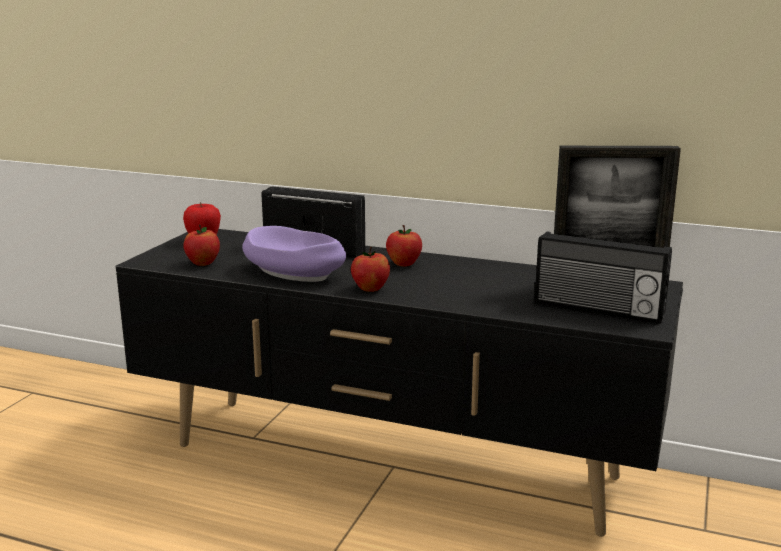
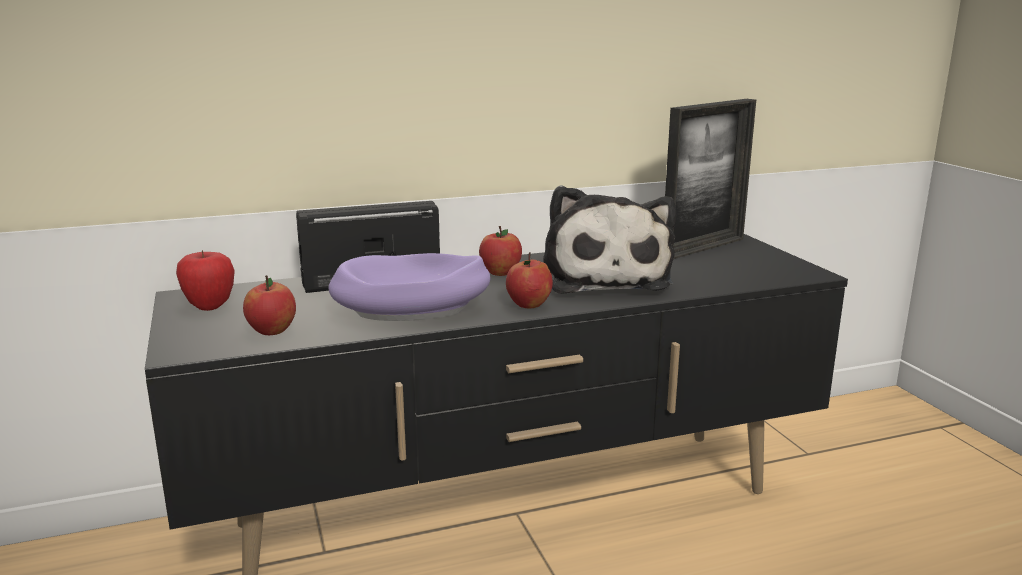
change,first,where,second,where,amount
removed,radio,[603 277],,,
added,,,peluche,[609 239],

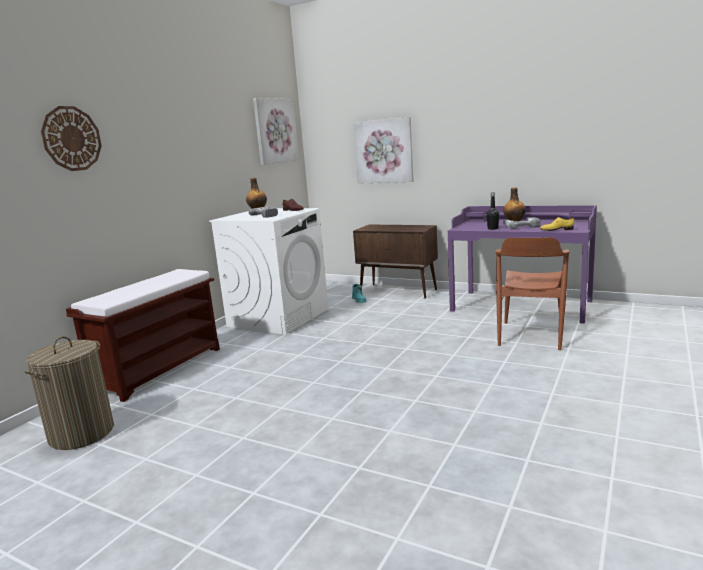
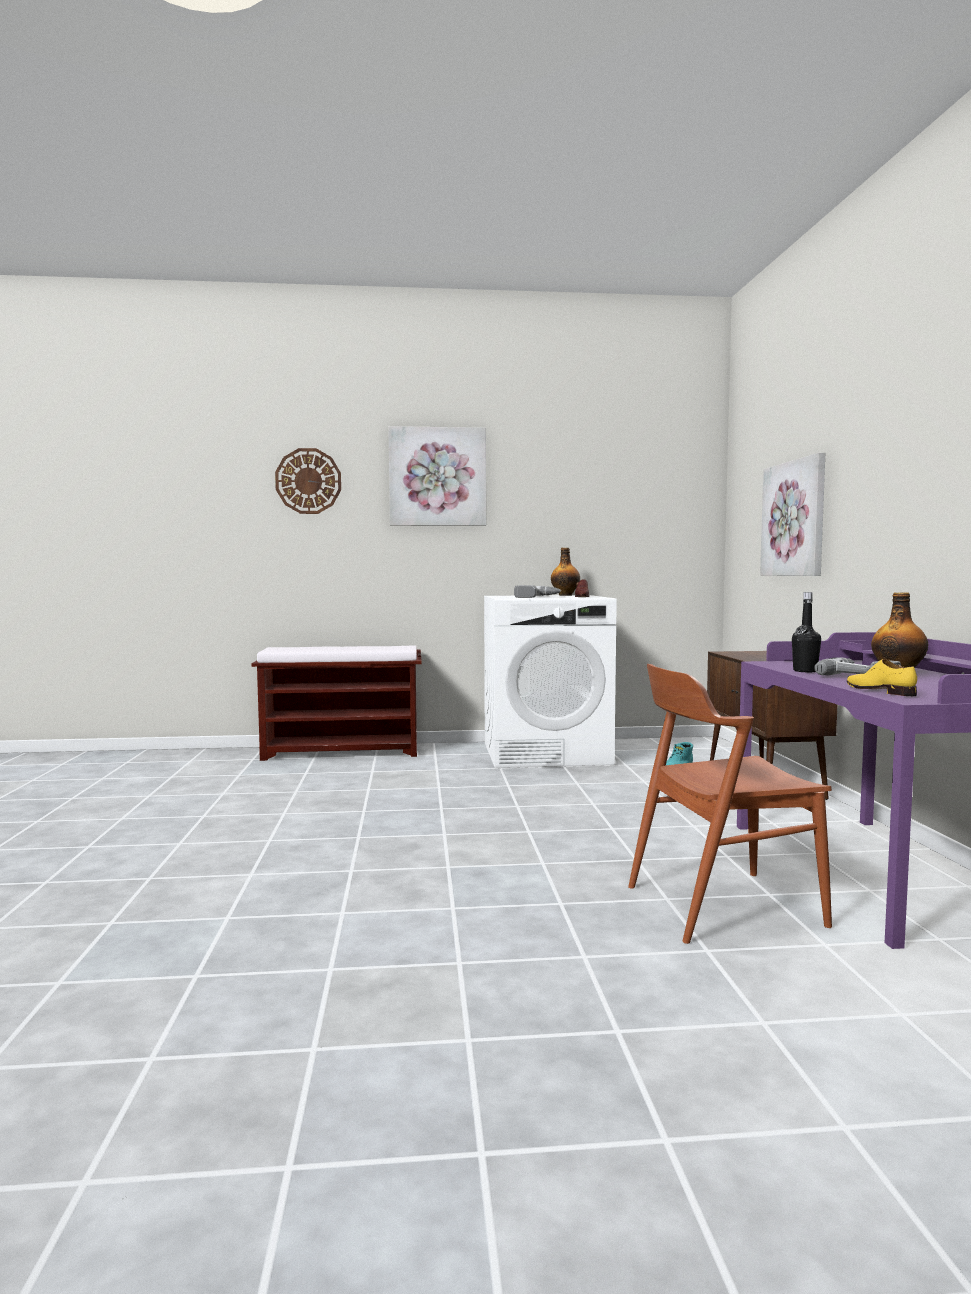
change,first,where,second,where,amount
removed,panier à linge,[69 393],,,
moved,tableau,[276 131],,[437 476],

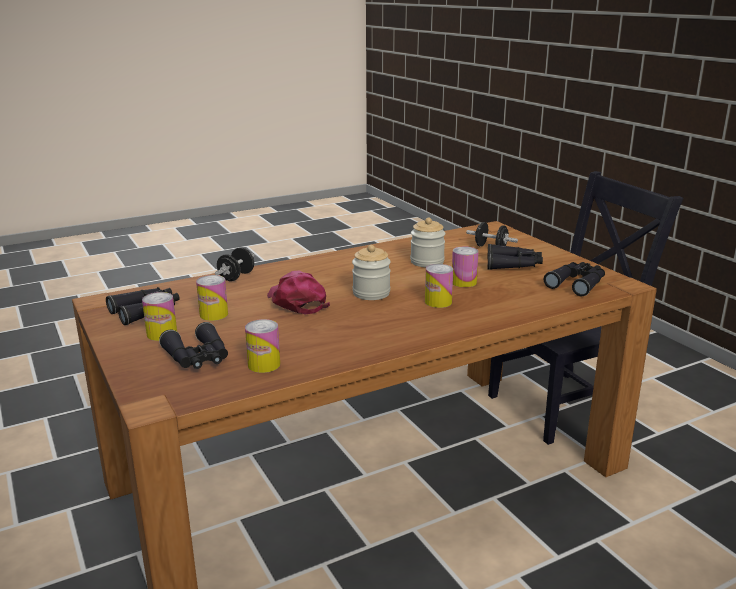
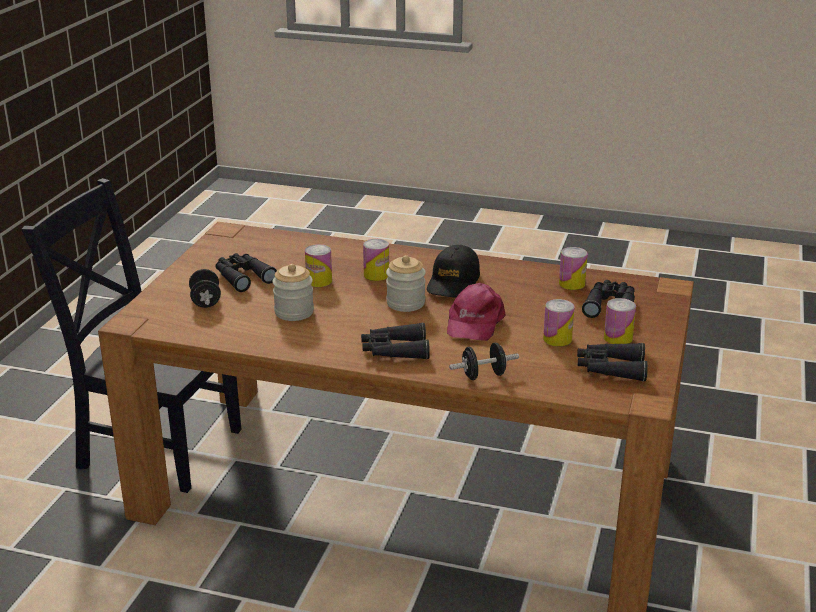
change,first,where,second,where,amount
added,,,casquette [noir],[453 271],
moved,jumelles [noir],[574 279],,[395 341],

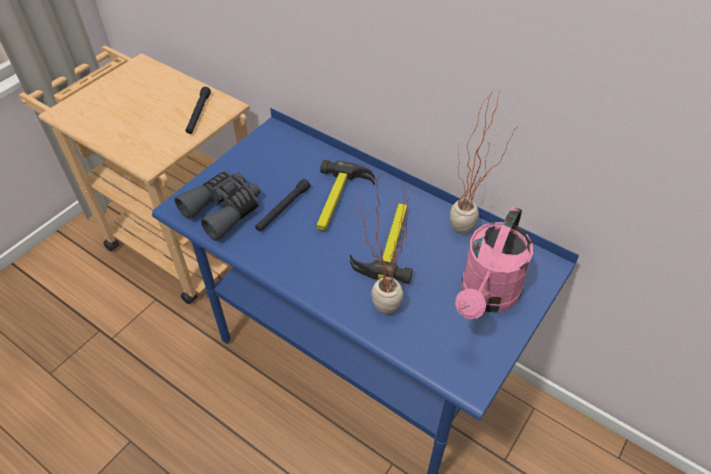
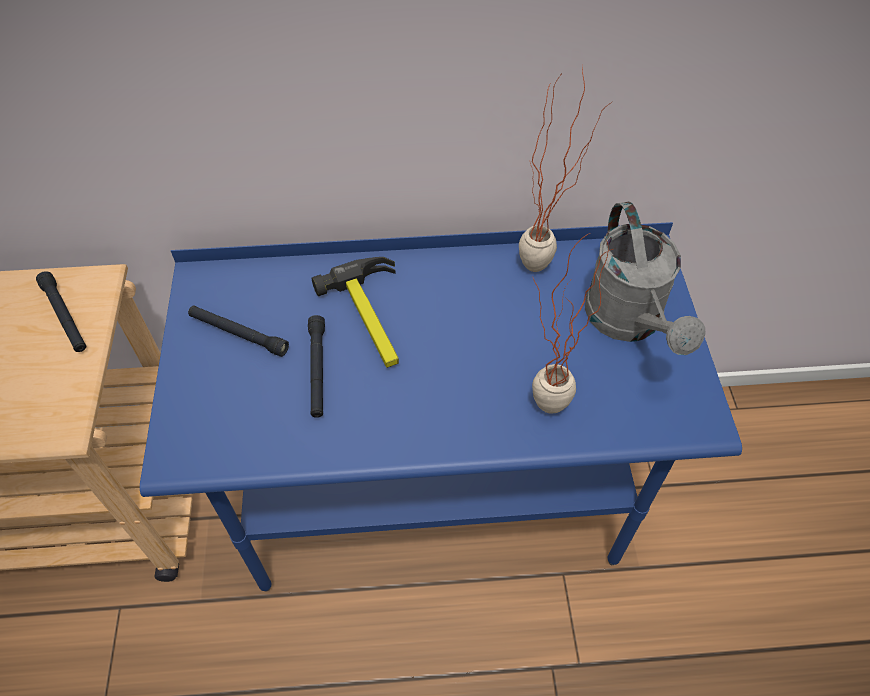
change,first,where,second,where,amount
removed,jumelles [gris],[217 206],,,
removed,marteau,[381 244],,,
added,,,lampe de poche [noir],[238 331],
recoloured,arrosoir [rose],[494 262],arrosoir [gris],[645 278],

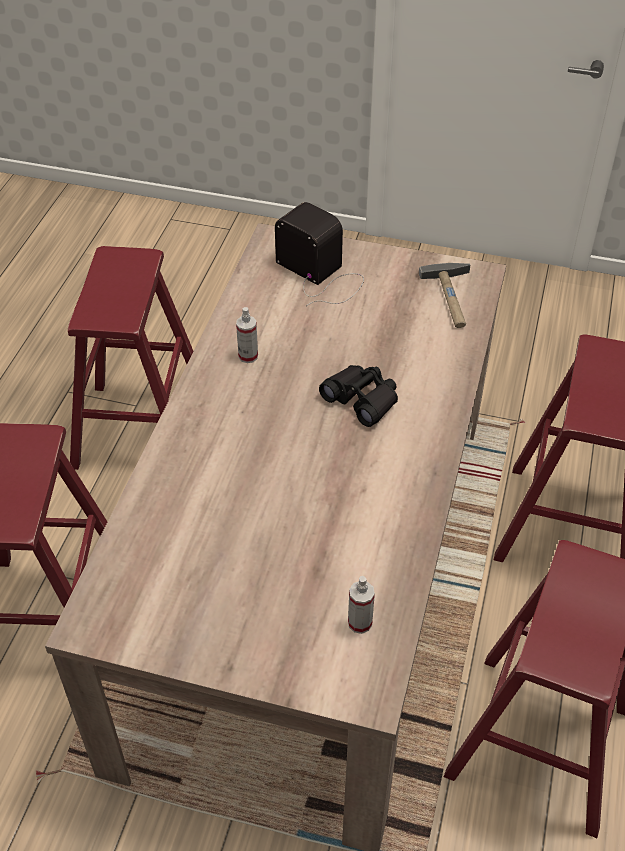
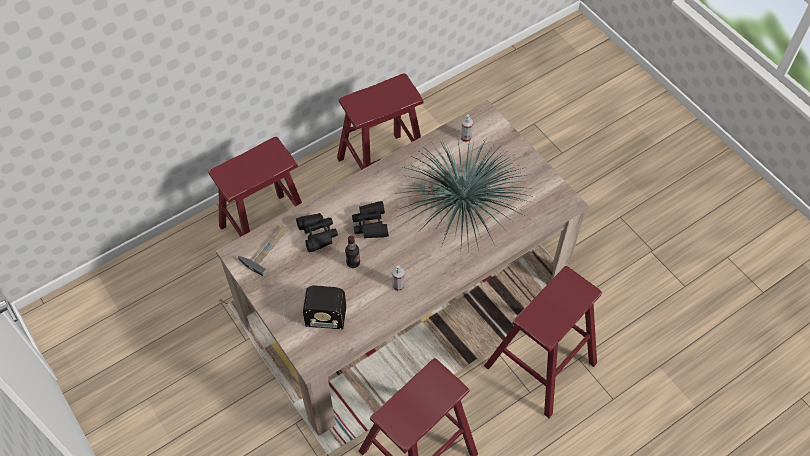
change,first,where,second,where,amount
added,,,jumelles [noir],[317 233],
added,,,bouteille,[352 252],
added,,,plante en pot,[466 195],
turned,radio,[319 254],,[314 307],75 degrees counterclockwise

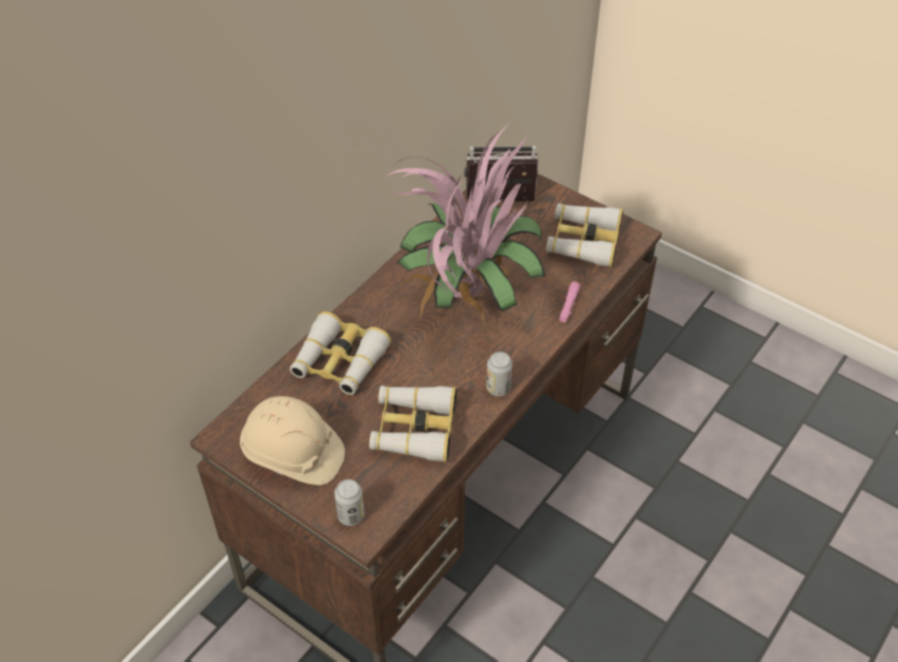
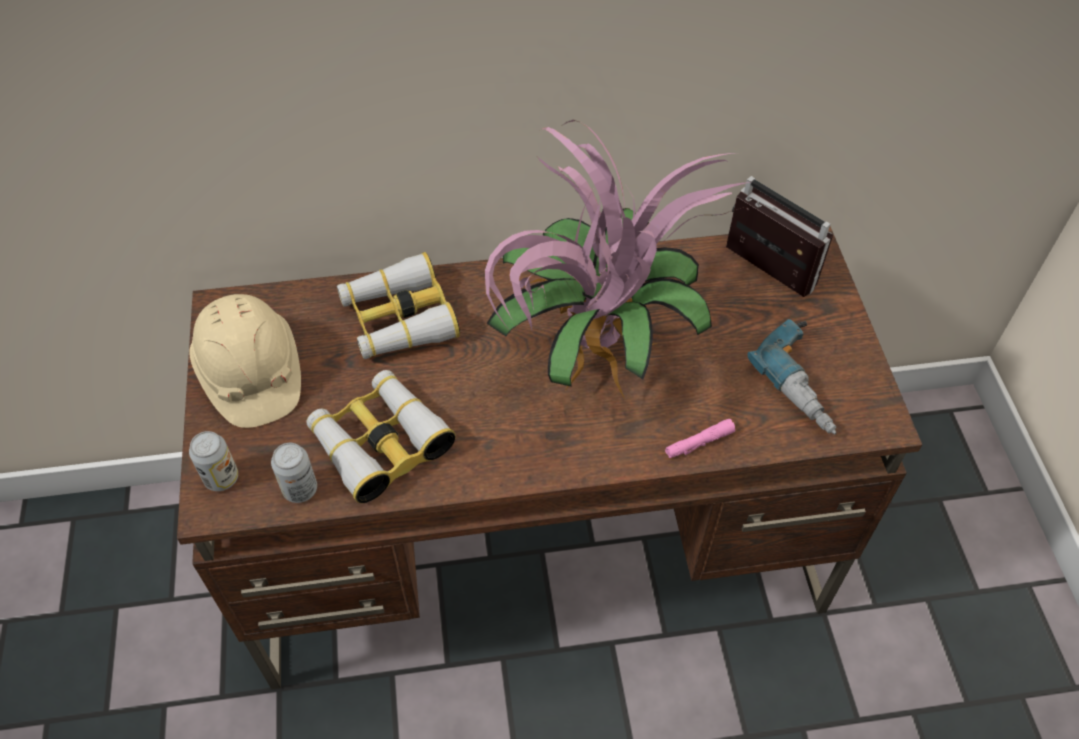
change,first,where,second,where,amount
moved,boîte métallique,[499 374],,[294 473],
replaced,jumelles,[584 235],perceuse,[792 377],

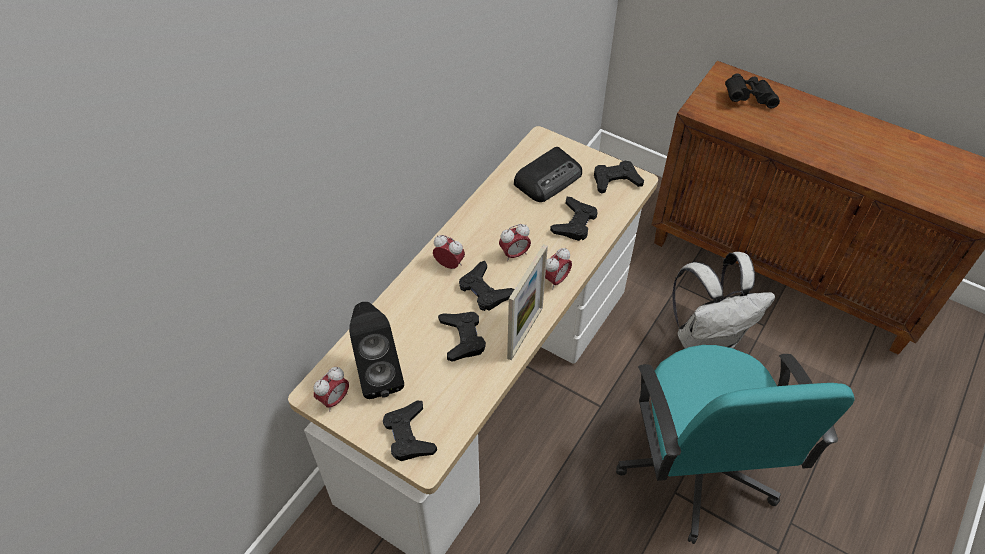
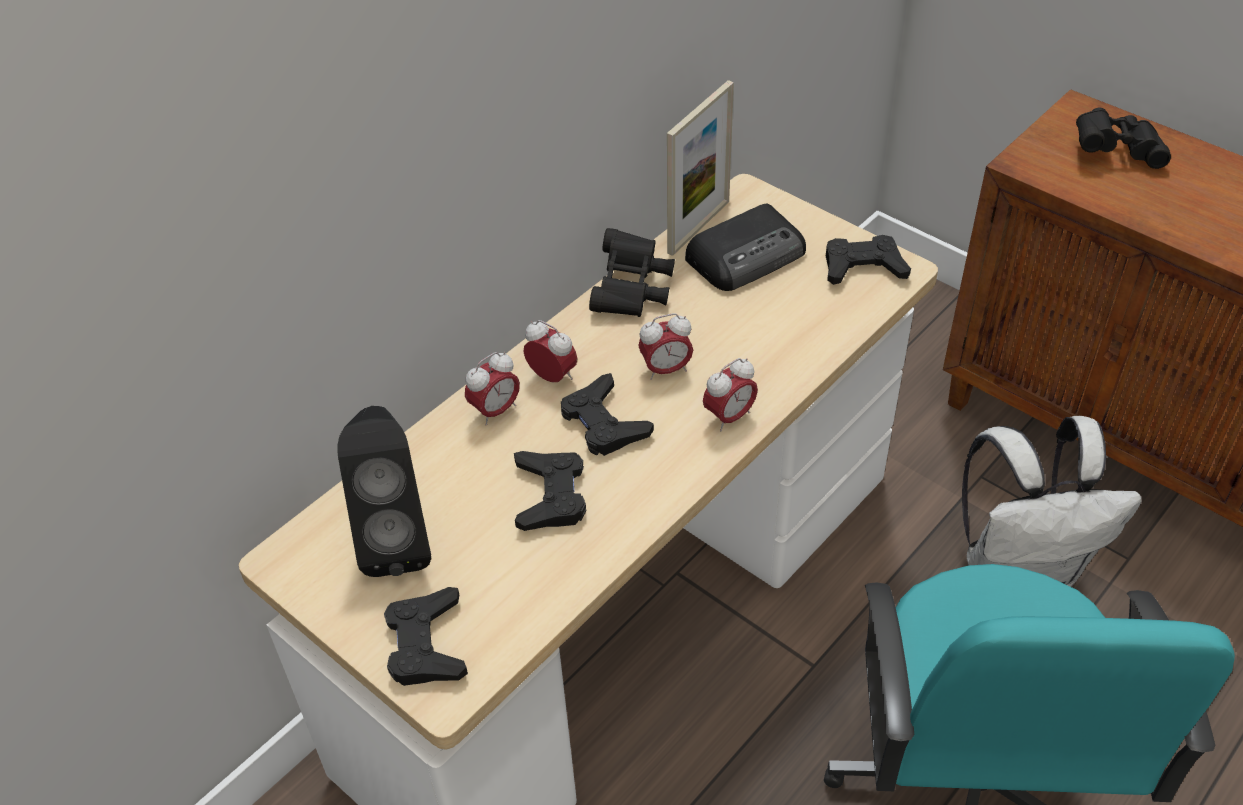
change,first,where,second,where,amount
removed,manette [noir],[574 219],,,
added,,,jumelles [noir],[632 272],
moved,réveil,[331 389],,[492 388],
moved,cadre photo,[527 302],,[700 168],

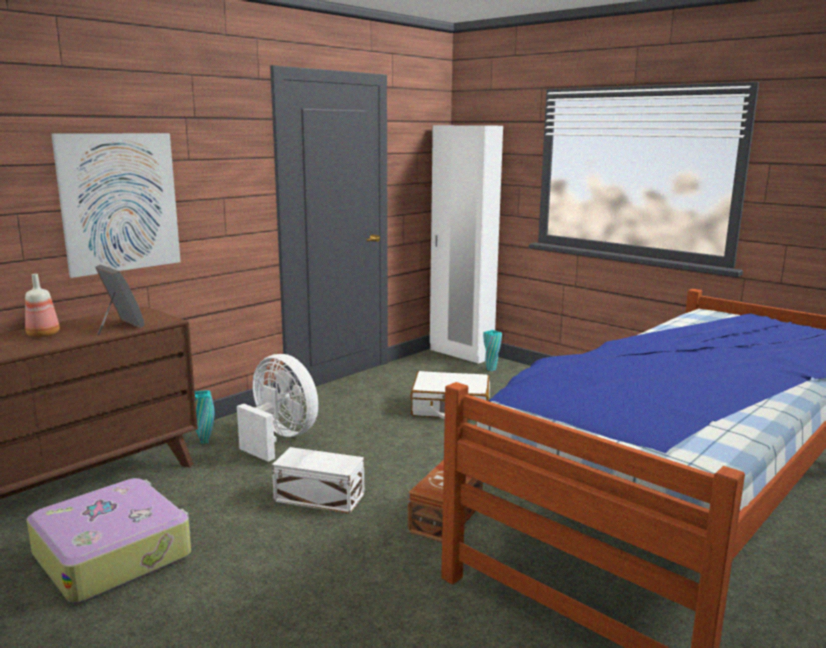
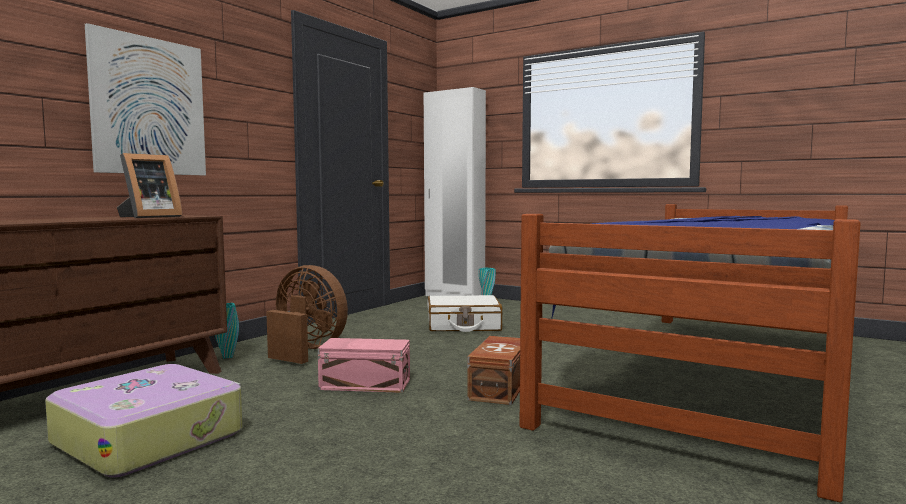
change,first,where,second,where,amount
removed,bouteille,[42 306],,,
recoloured,ventilateur [blanc],[277 408],ventilateur [marron],[307 314],
recoloured,boîte de rangement [blanc],[318 480],boîte de rangement [rose],[364 365],
turned,cadre photo,[120 300],,[150 185],90 degrees clockwise

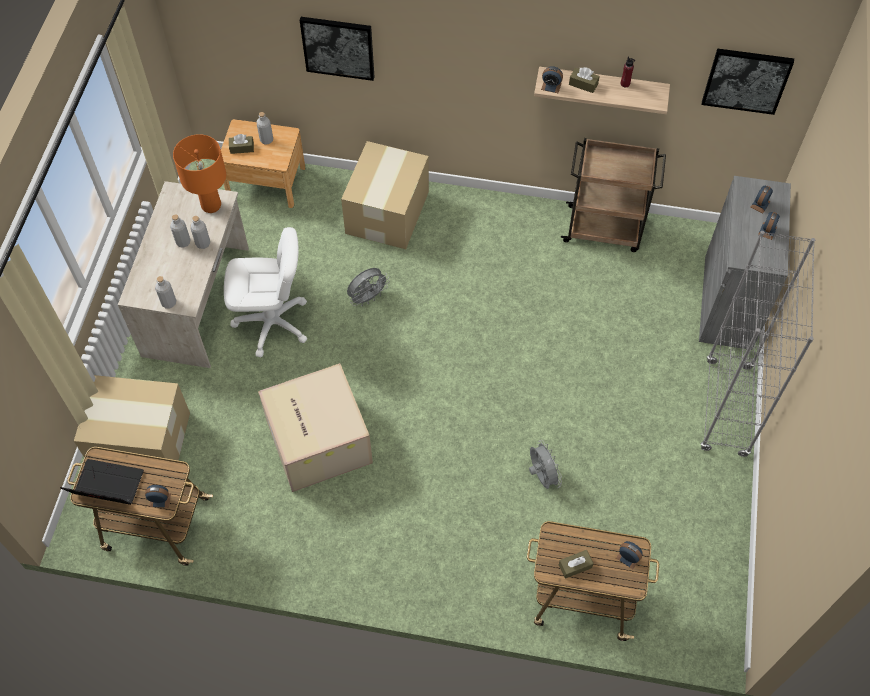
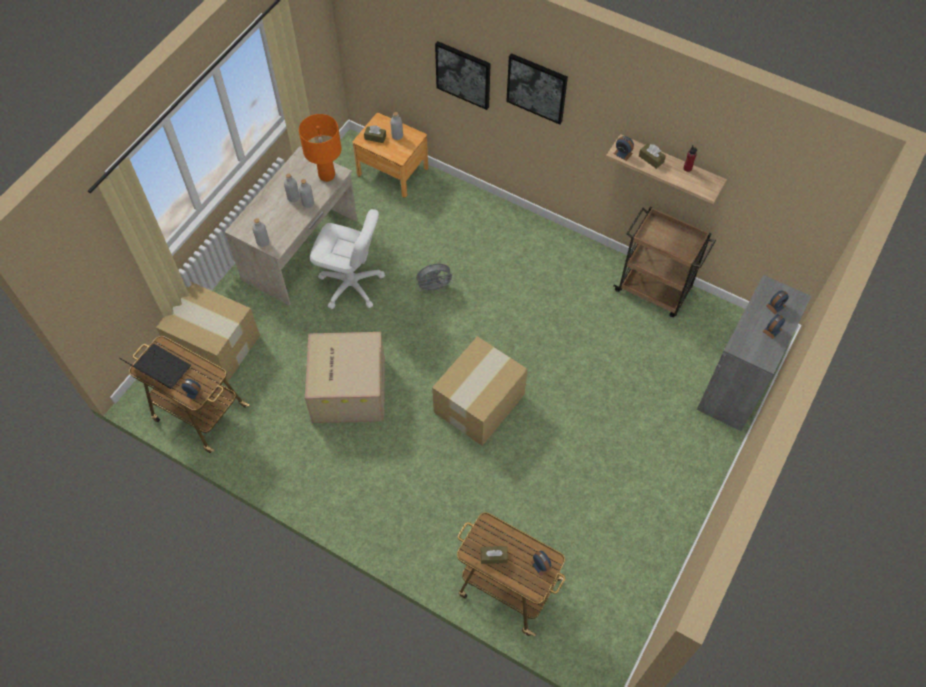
change,first,where,second,where,amount
removed,ventilateur [gris],[545 464],,,
removed,bibliothèque [gris],[758 344],,,
moved,carton,[385 195],,[480 391],
moved,tableau,[748 81],,[537 89],

